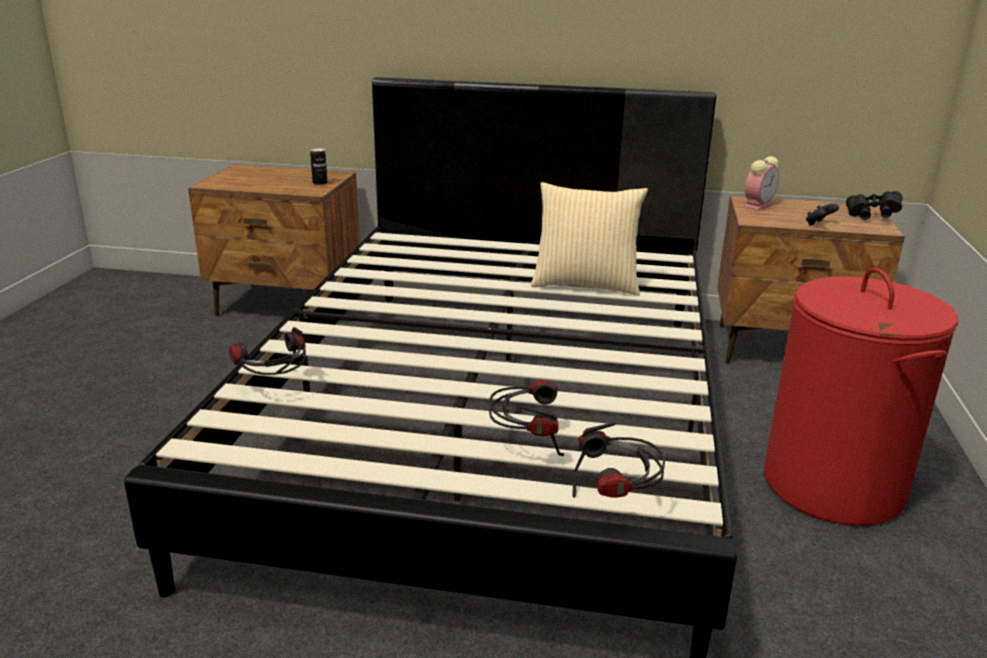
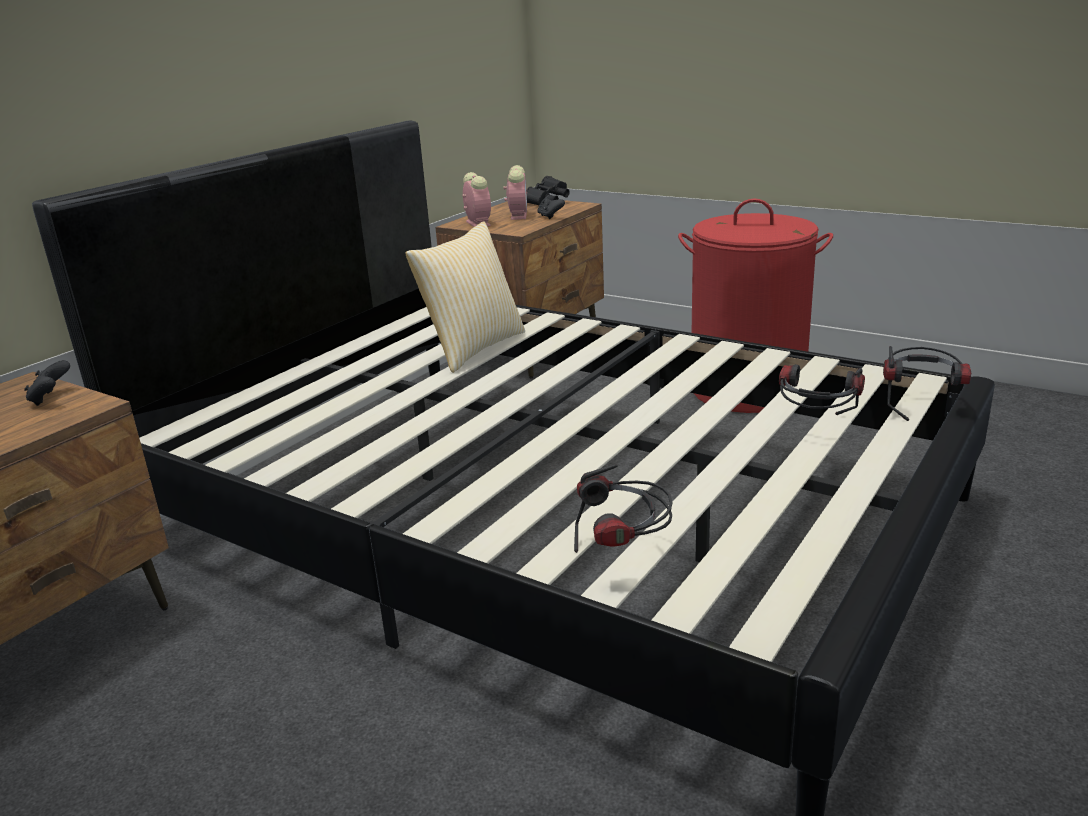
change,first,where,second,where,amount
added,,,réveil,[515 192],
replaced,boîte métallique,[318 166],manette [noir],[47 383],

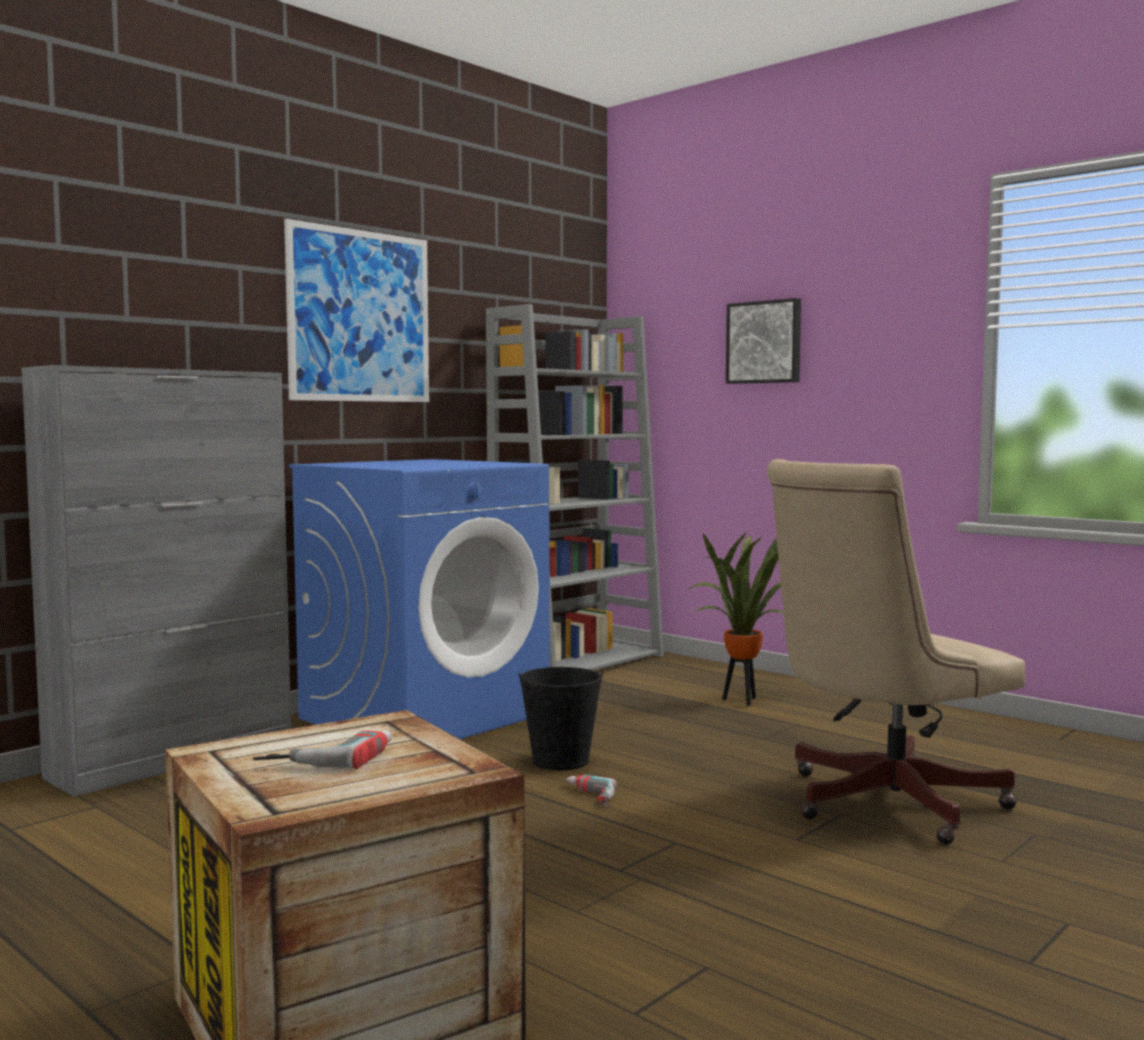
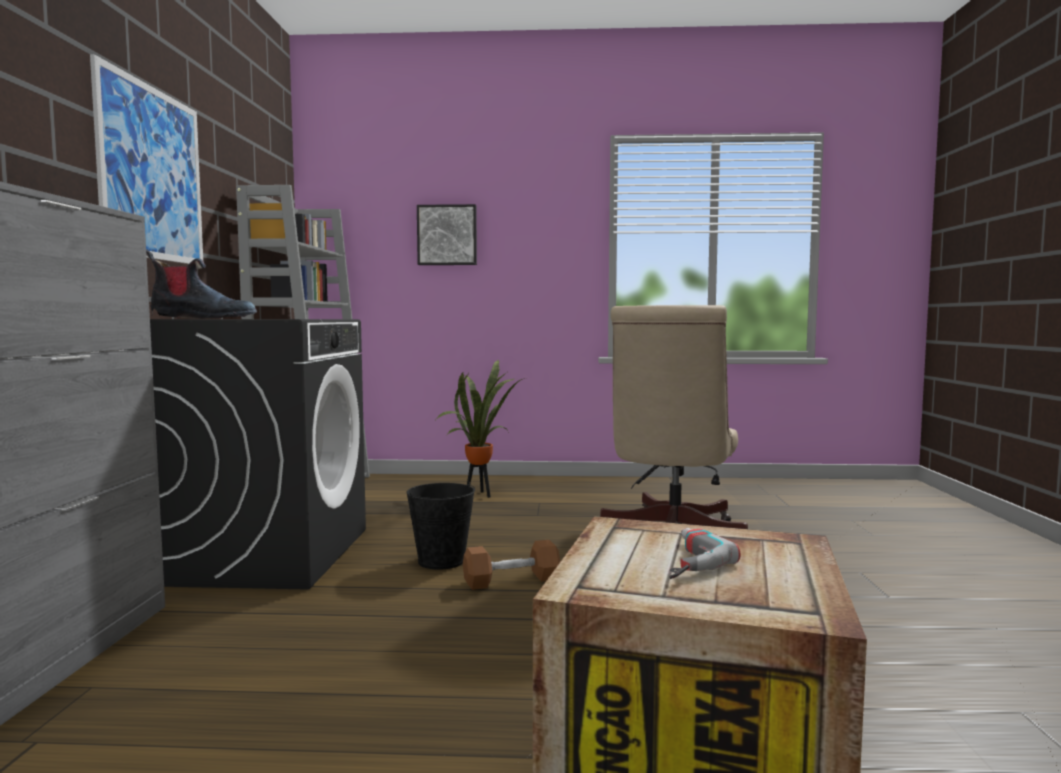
change,first,where,second,where,amount
added,,,botte,[201 284],
replaced,perceuse,[591 791],haltère [marron],[511 565],
recoloured,lave-linge [bleu],[419 599],lave-linge [noir],[258 454],

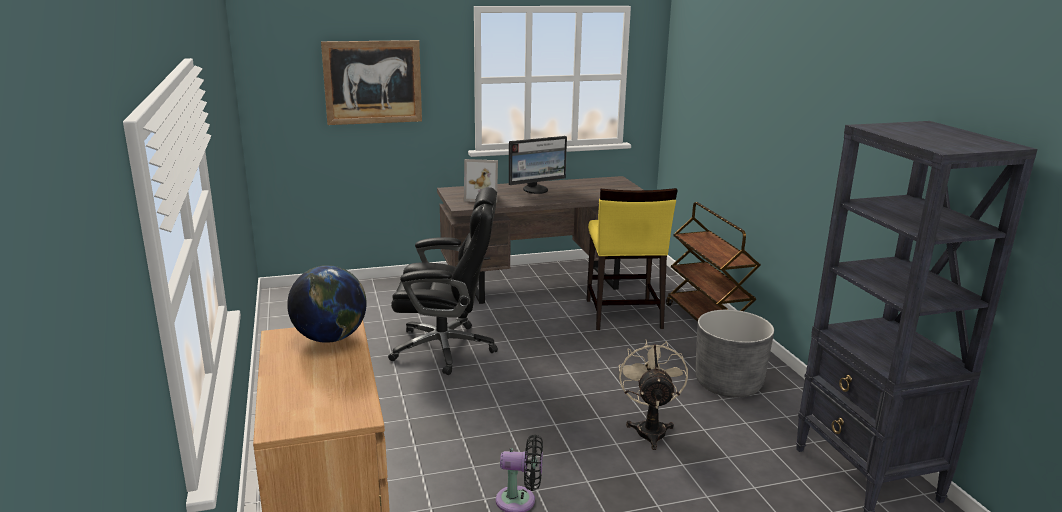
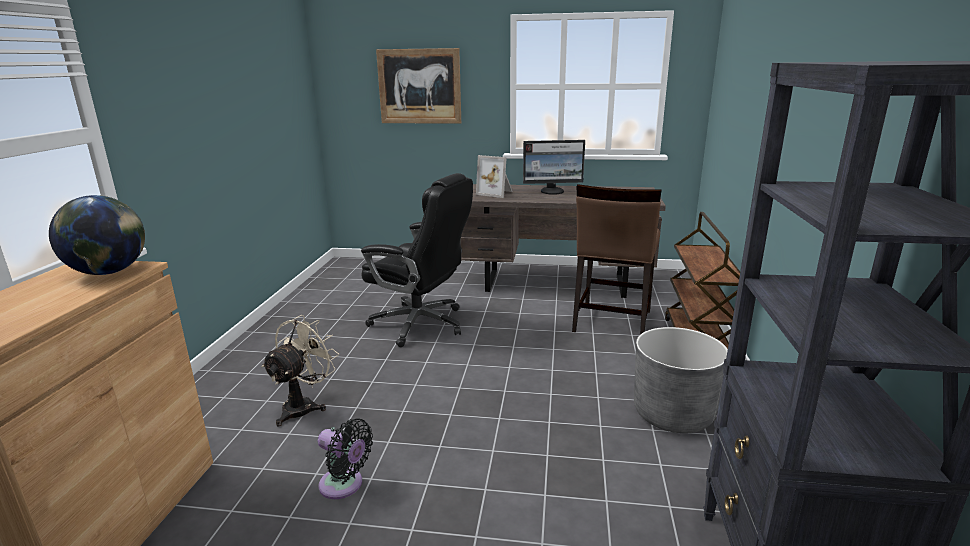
change,first,where,second,where,amount
moved,ventilateur [beige],[653 395],,[300 371],
recoloured,chaise [jaune],[632 259],chaise [marron],[617 259],

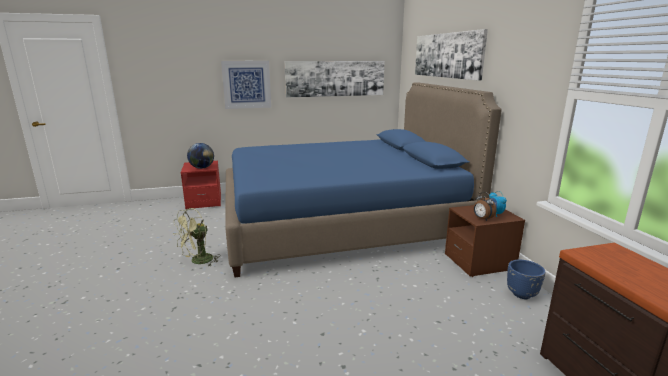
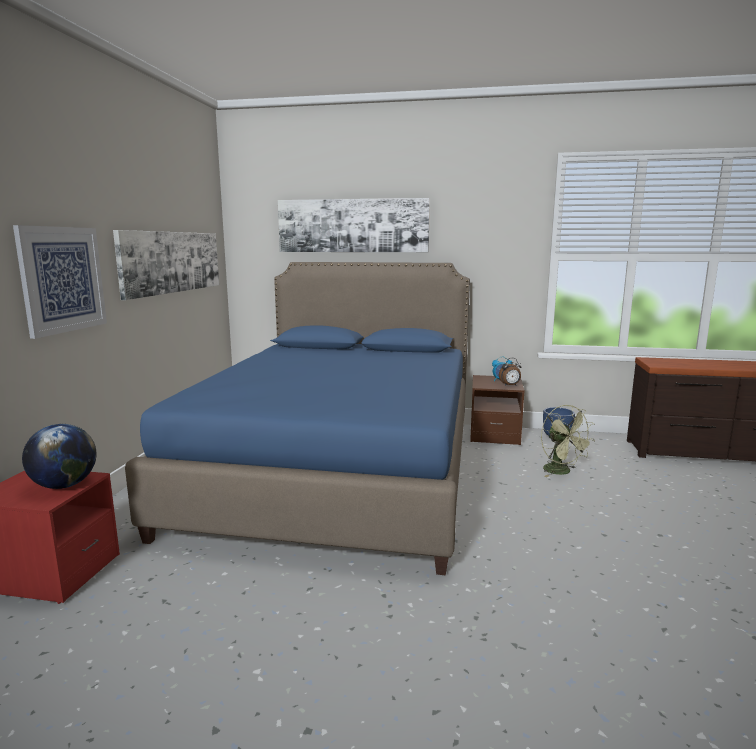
change,first,where,second,where,amount
moved,ventilateur [vert],[196 237],,[568 441],

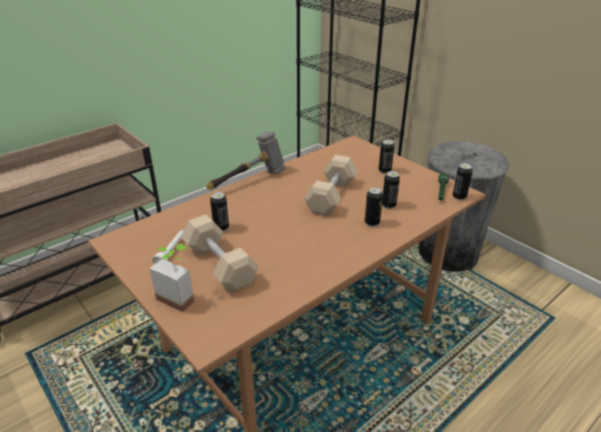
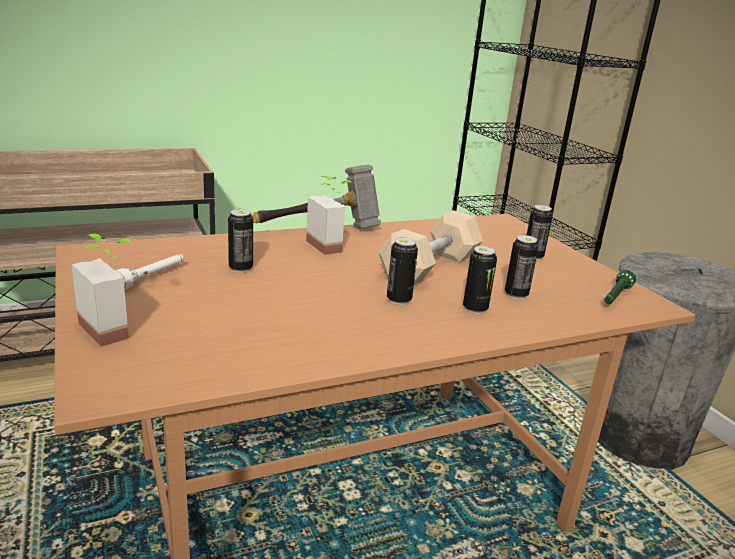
change,first,where,second,where,amount
removed,haltère [beige],[220 253],,,
added,,,plante en pot,[329 215],
moved,boîte métallique,[462 181],,[402 271],

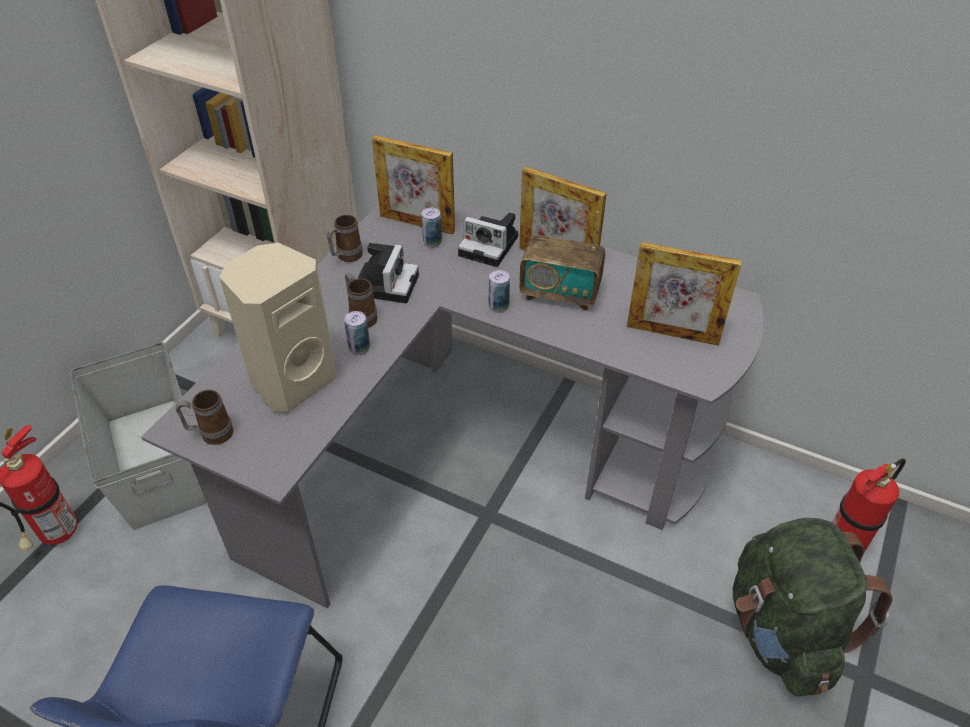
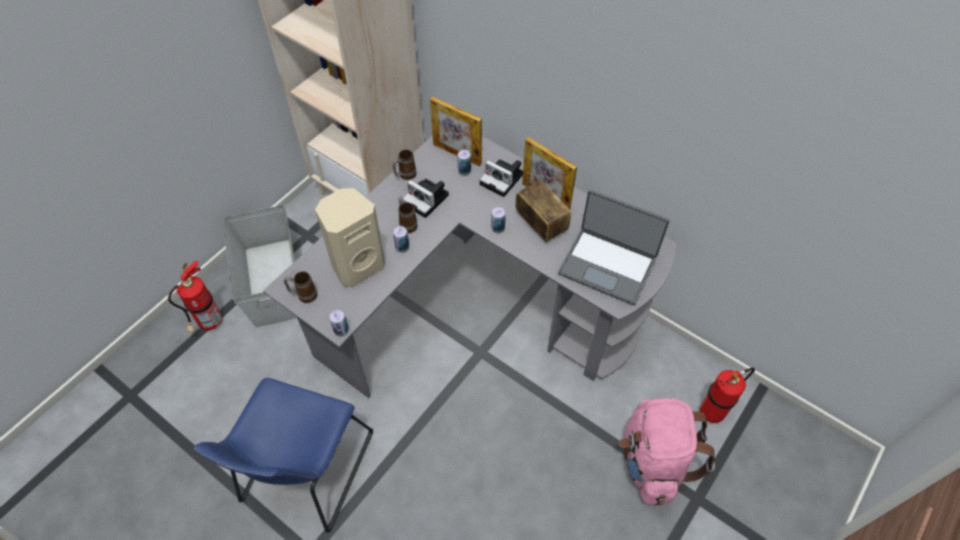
change,first,where,second,where,amount
added,,,boîte métallique,[339 323],
replaced,cadre photo,[684 294],ordinateur portable,[614 247],
recoloured,sac à dos [vert],[813 607],sac à dos [rose],[667 451],
turned,appareil photo,[388 273],,[426 198],105 degrees clockwise
turned,radio,[562 261],,[543 207],150 degrees counterclockwise

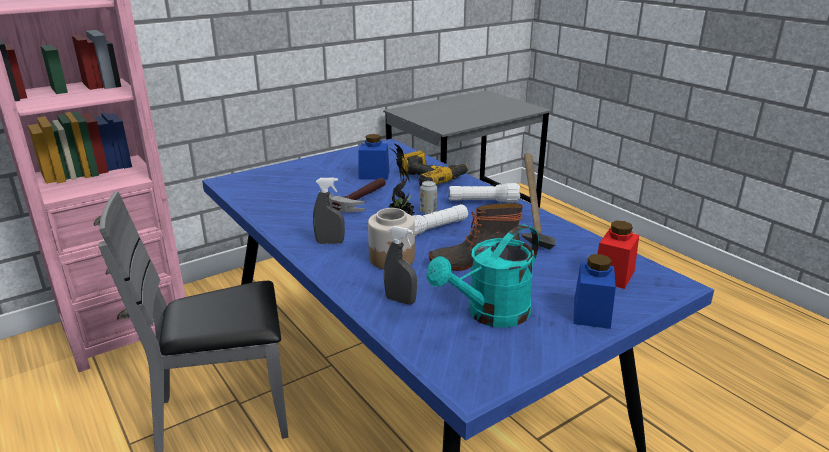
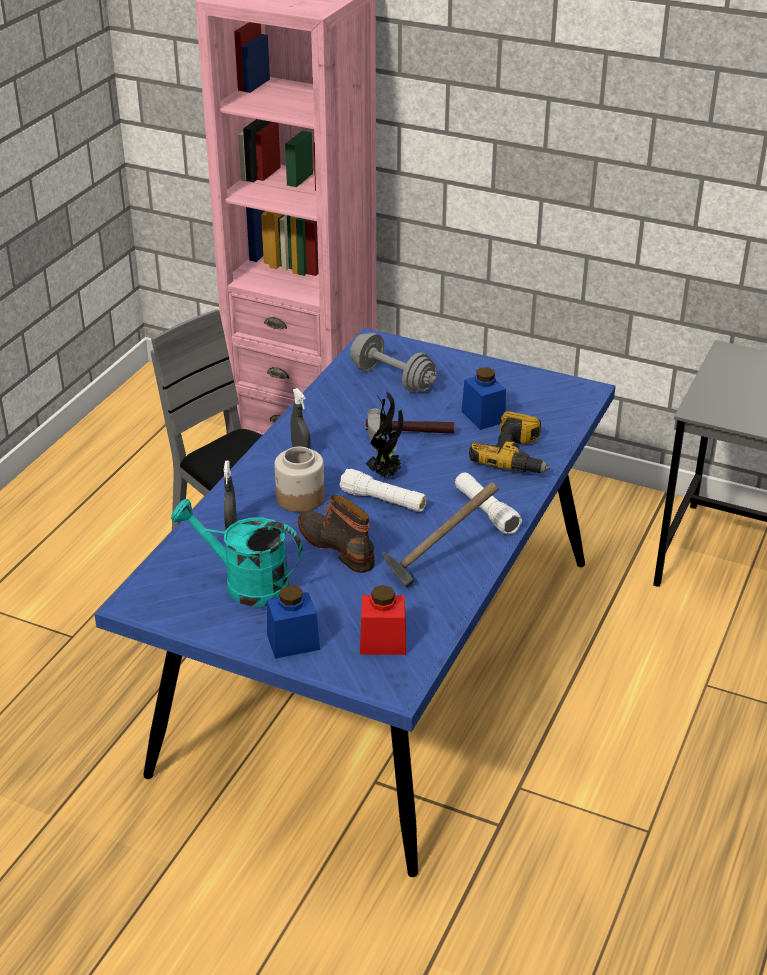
change,first,where,second,where,amount
removed,boîte métallique,[428 197],,,
added,,,haltère [gris],[393 362],

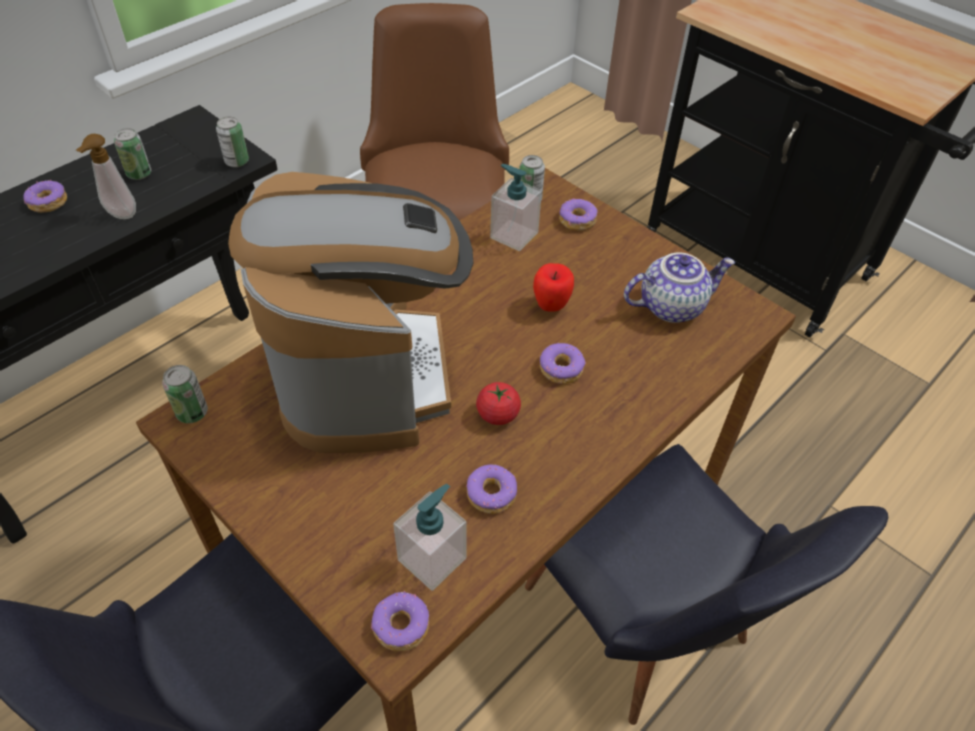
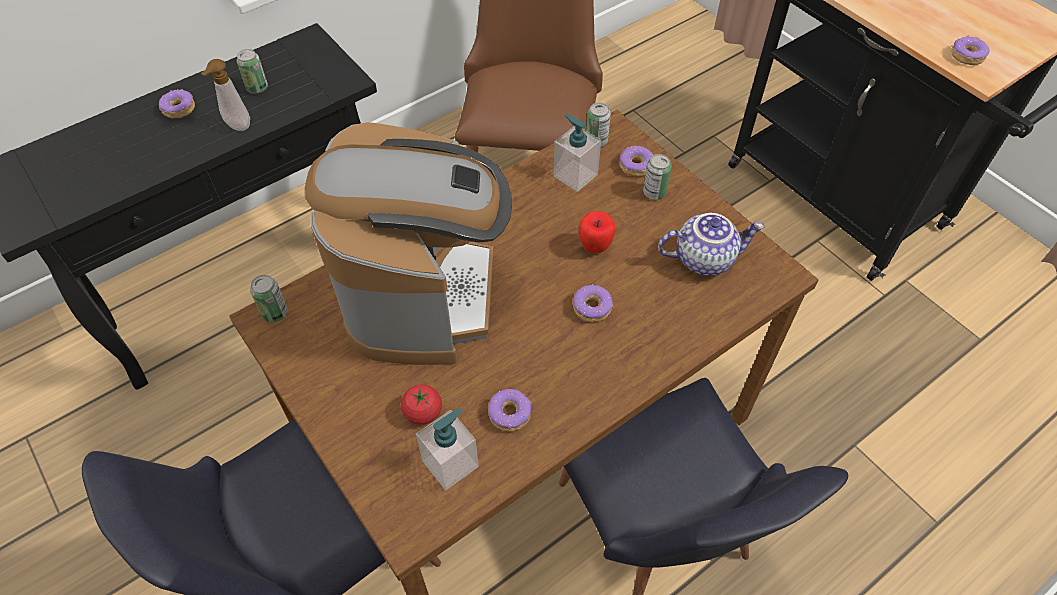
change,first,where,second,where,amount
moved,boîte métallique,[232 141],,[657 177],
moved,beignet,[400 621],,[970 50],
moved,tomate,[498 403],,[421 405],

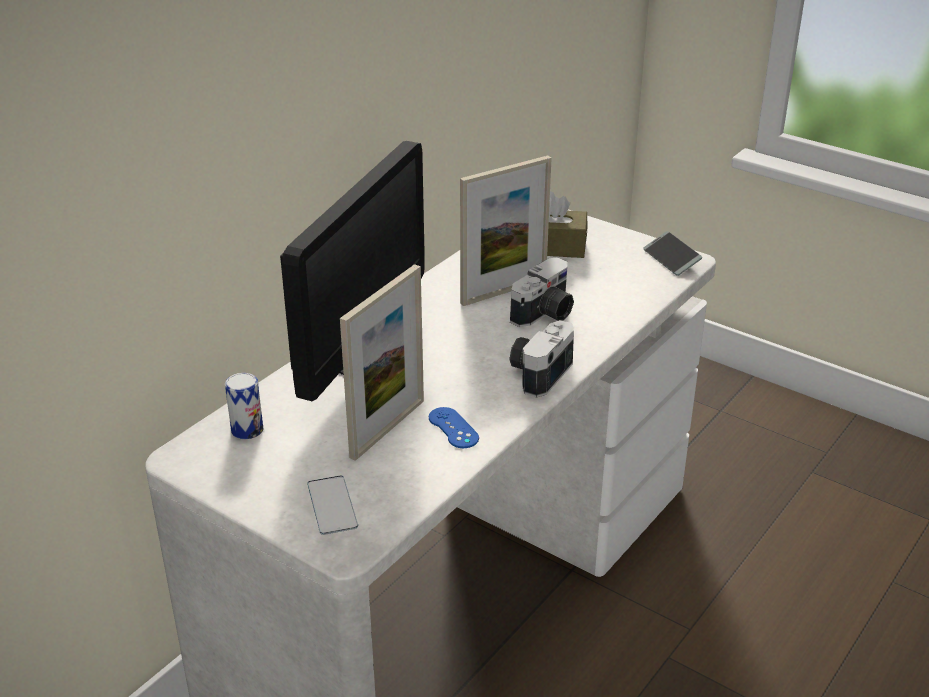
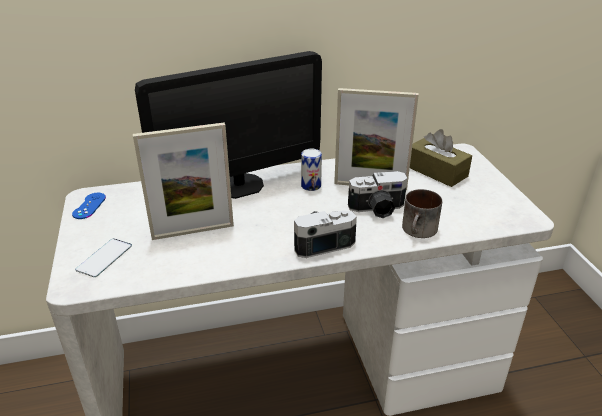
change,first,where,second,where,amount
removed,téléphone,[673 253],,,
added,,,mug,[422 213],
moved,boîte métallique,[244 406],,[311 169],
moved,manette [bleu],[454 427],,[89 206],

